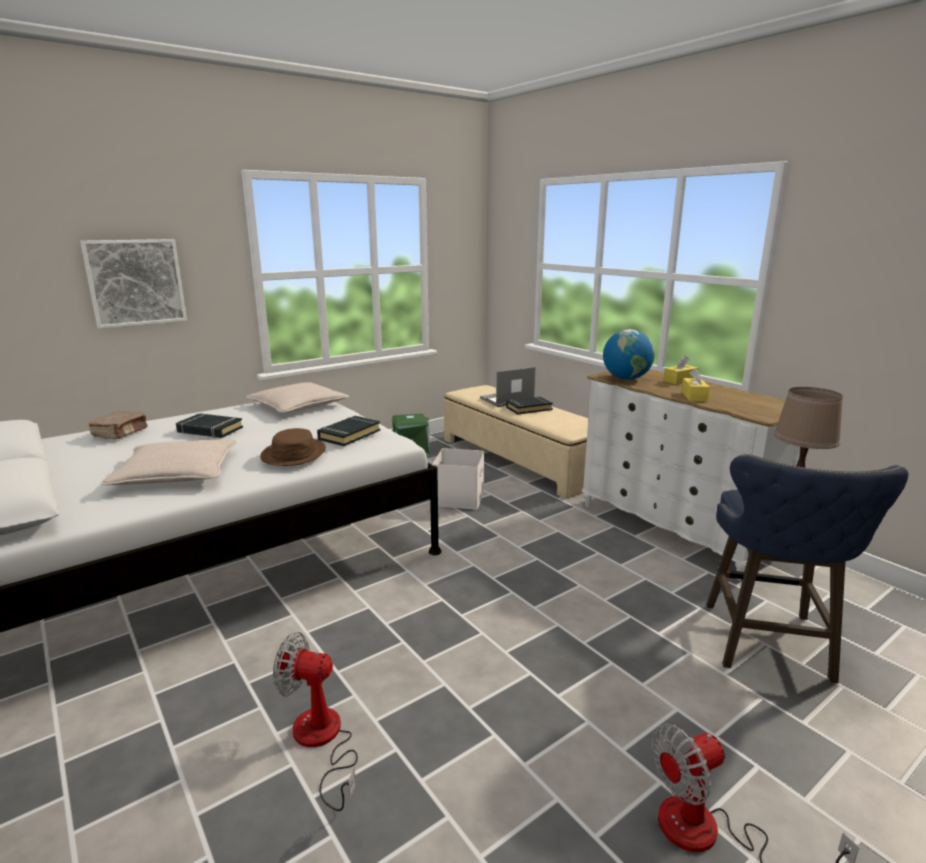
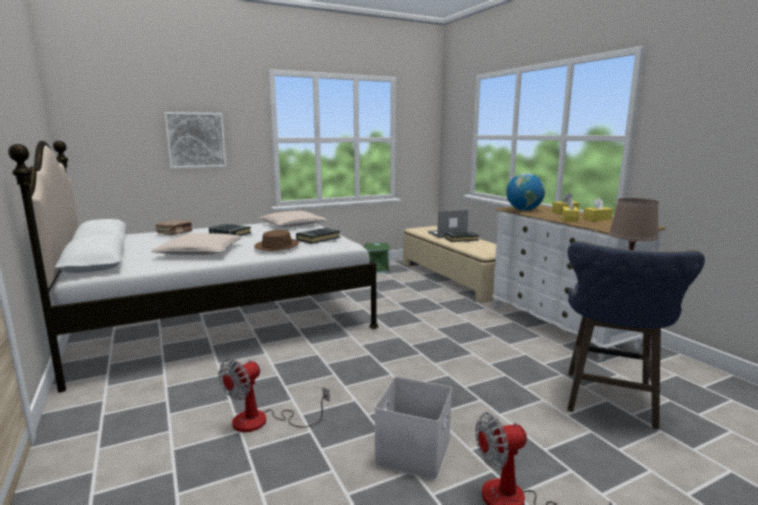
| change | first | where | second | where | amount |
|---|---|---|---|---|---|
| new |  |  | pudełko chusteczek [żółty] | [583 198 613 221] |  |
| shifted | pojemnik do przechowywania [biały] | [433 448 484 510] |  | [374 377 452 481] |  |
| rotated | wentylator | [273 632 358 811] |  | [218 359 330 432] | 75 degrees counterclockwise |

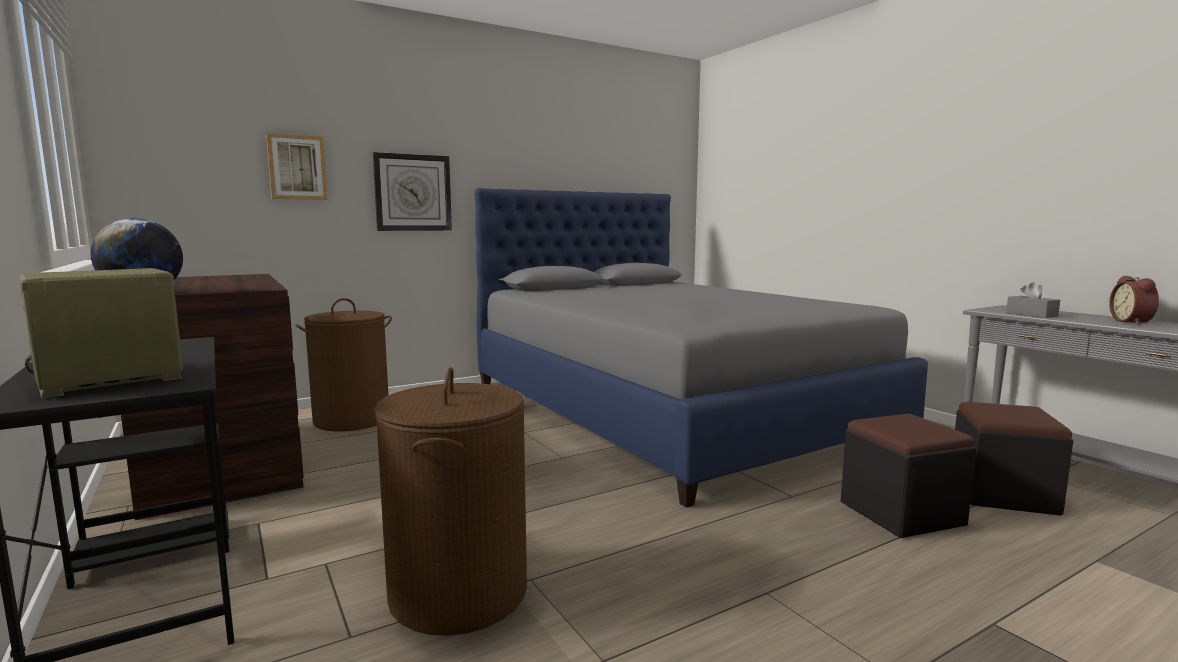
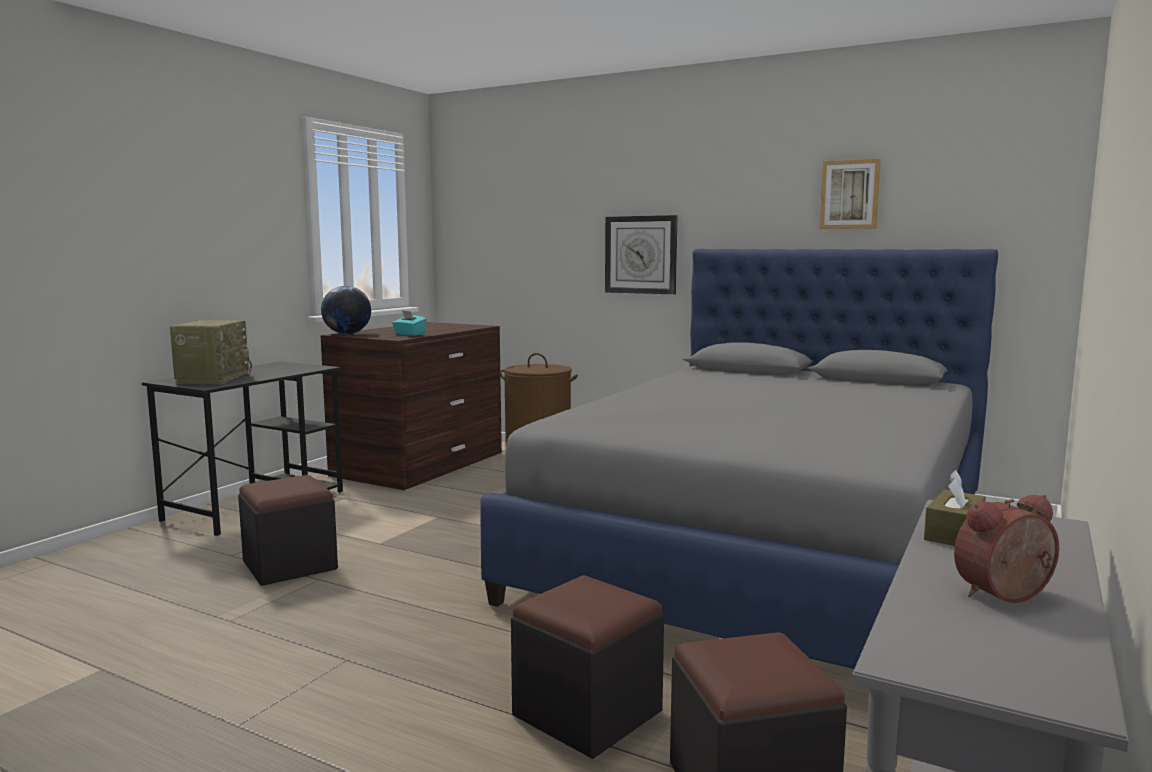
| change | first | where | second | where | amount |
|---|---|---|---|---|---|
| new |  |  | pudełko chusteczek [turkusowy] | [392 311 427 336] |  |
| shifted | obraz | [266 133 328 200] |  | [819 159 881 229] |  |
| swapped | kosz na pranie [brązowy] | [374 367 527 636] | pufa [czarny] | [238 475 338 586] |  |
| repainted | pudełko chusteczek [szary] | [1006 282 1060 318] | pudełko chusteczek [brązowy] | [924 470 986 546] |  |
| rotated | radio | [19 268 183 399] |  | [170 320 252 384] | 75 degrees clockwise |

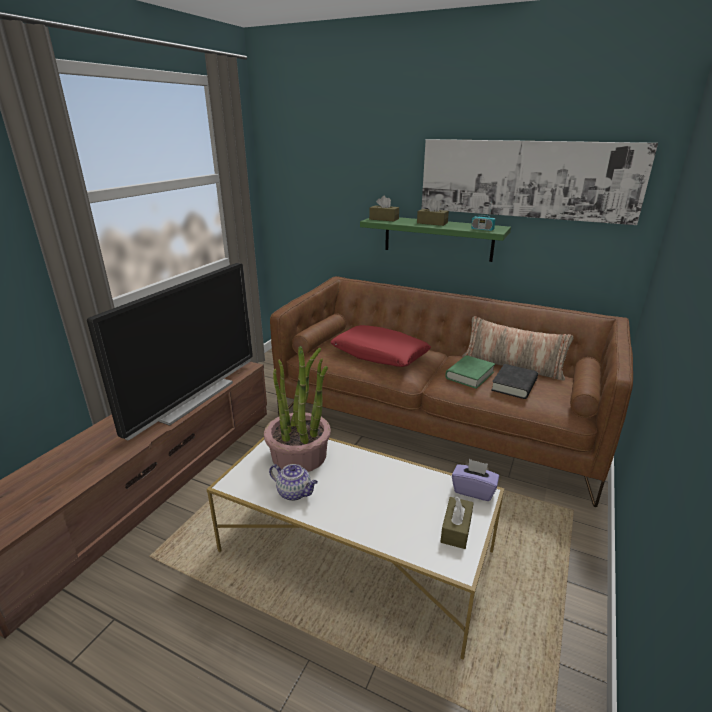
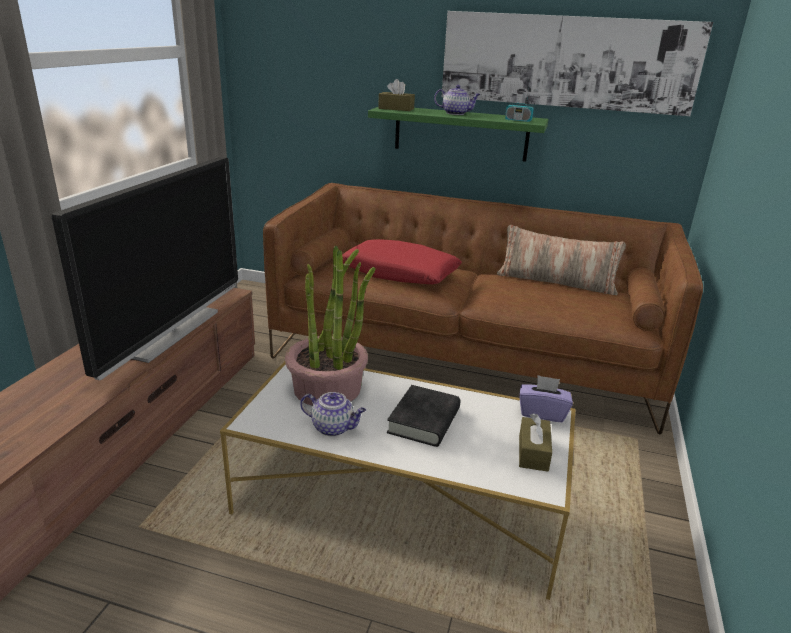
| change | first | where | second | where | amount |
|---|---|---|---|---|---|
| gone | książka [zielony] | [445 355 495 389] |  |  |  |
| shifted | książka [czarny] | [491 364 538 399] |  | [387 385 460 447] |  |
| swapped | pudełko chusteczek [brązowy] | [417 199 449 226] | imbryk | [434 85 481 115] |  |

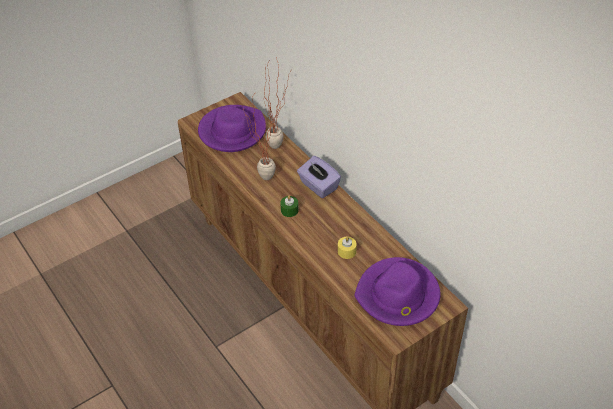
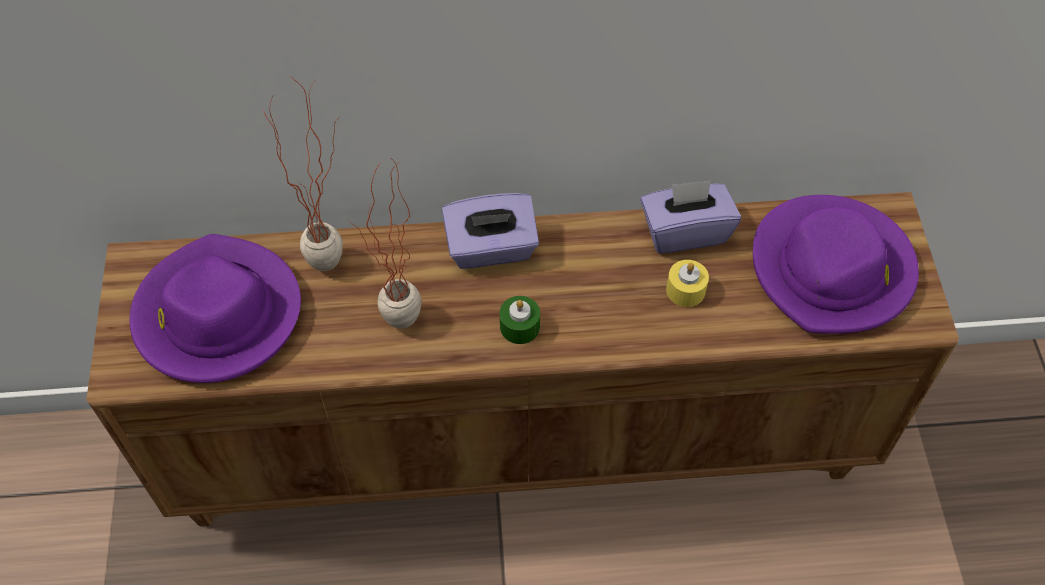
| change | first | where | second | where | amount |
|---|---|---|---|---|---|
| new |  |  | pudełko chusteczek [fioletowy] | [640 180 741 254] |  |

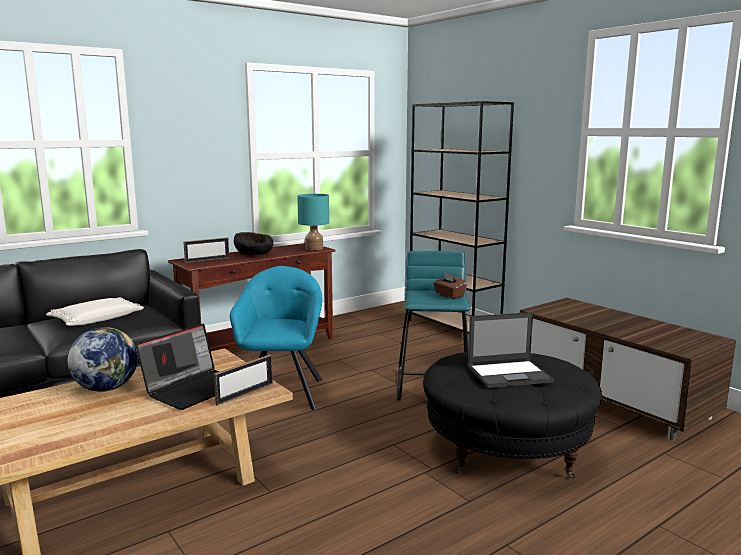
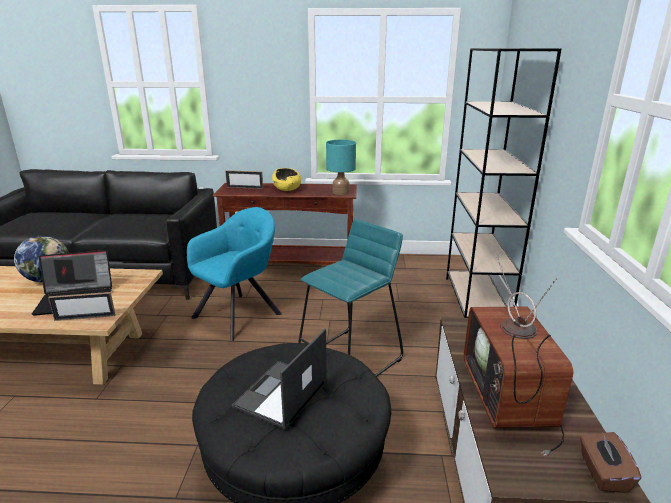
| change | first | where | second | where | amount |
|---|---|---|---|---|---|
| gone | poduszka [biały] | [46 297 144 326] |  |  |  |
| new |  |  | telewizor | [464 257 573 456] |  |
| shifted | pudełko chusteczek [brązowy] | [433 272 467 299] |  | [580 432 641 493] |  |
| repainted | miska [czarny] | [234 232 273 255] | miska [żółty] | [272 168 301 191] |  |
| rotated | laptop | [468 312 554 388] |  | [232 328 327 430] | 90 degrees clockwise |

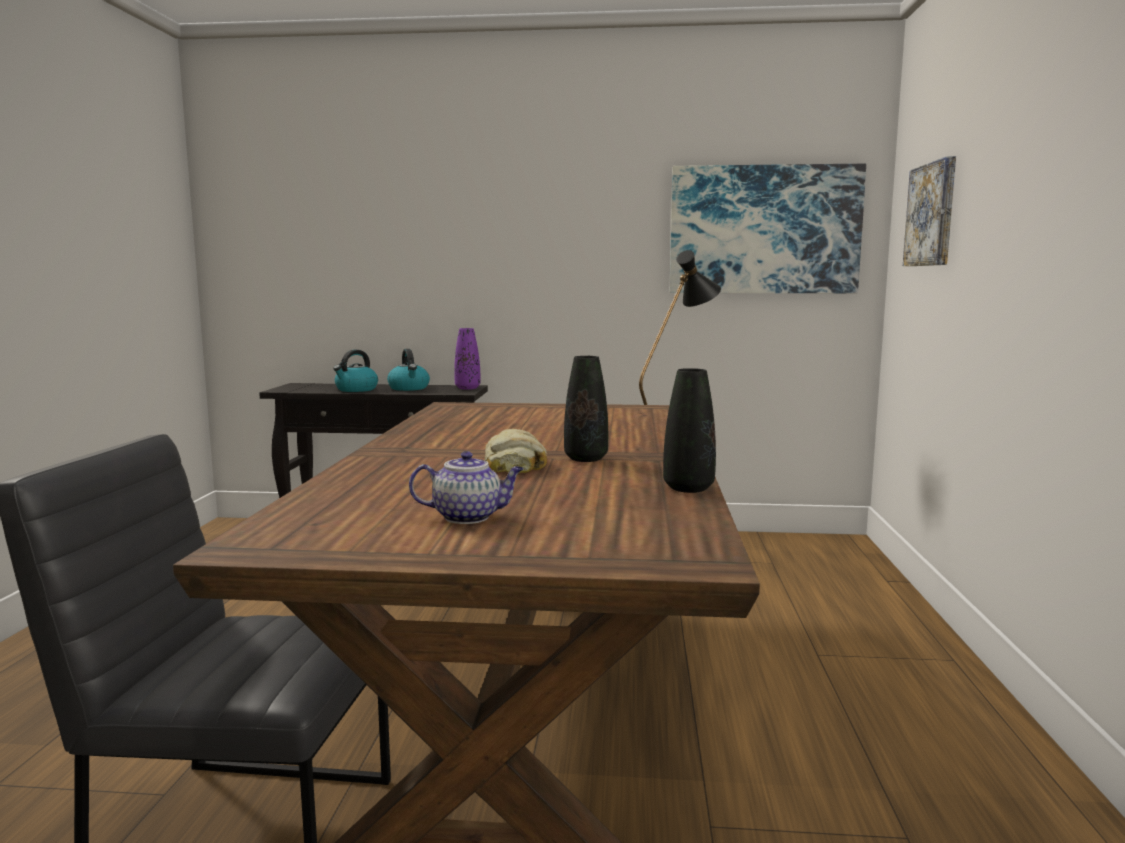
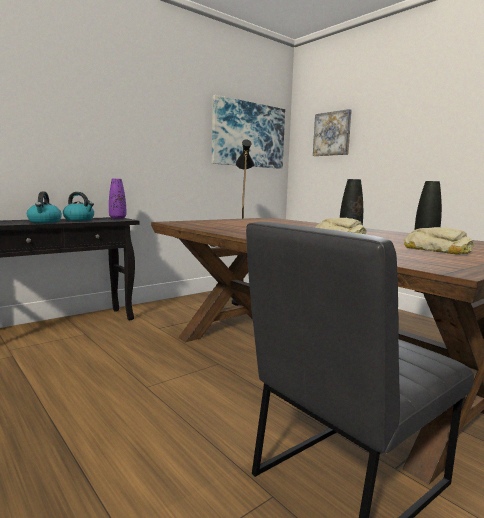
| change | first | where | second | where | amount |
|---|---|---|---|---|---|
| swapped | imbryk | [409 451 524 524] | chleb | [404 227 474 255] |  |

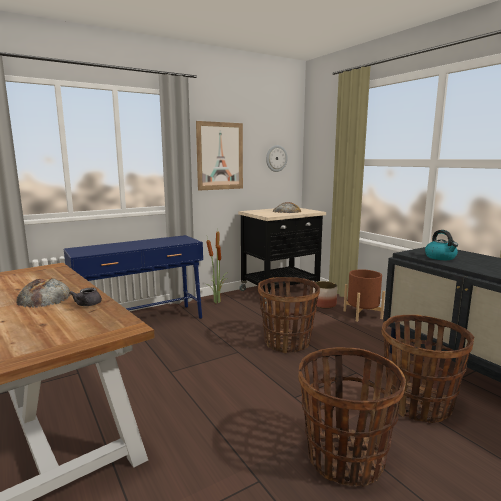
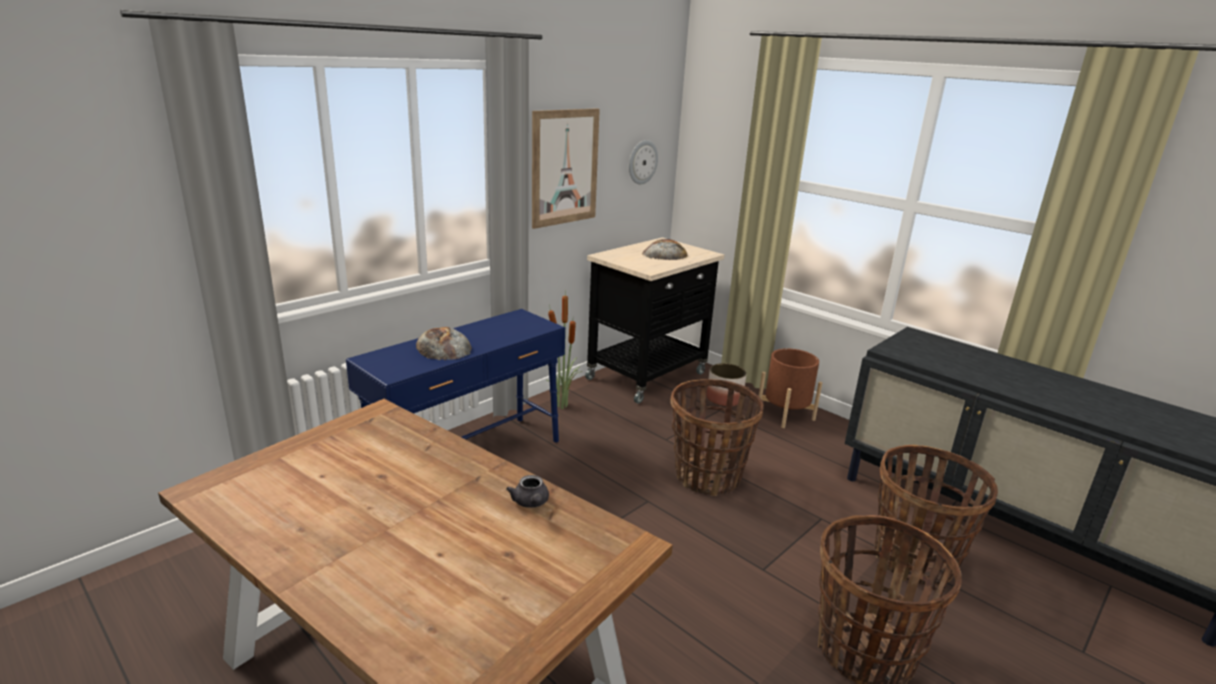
| change | first | where | second | where | amount |
|---|---|---|---|---|---|
| gone | czajnik | [425 230 458 260] |  |  |  |
| shifted | chleb | [16 278 71 308] |  | [416 327 472 360] |  |

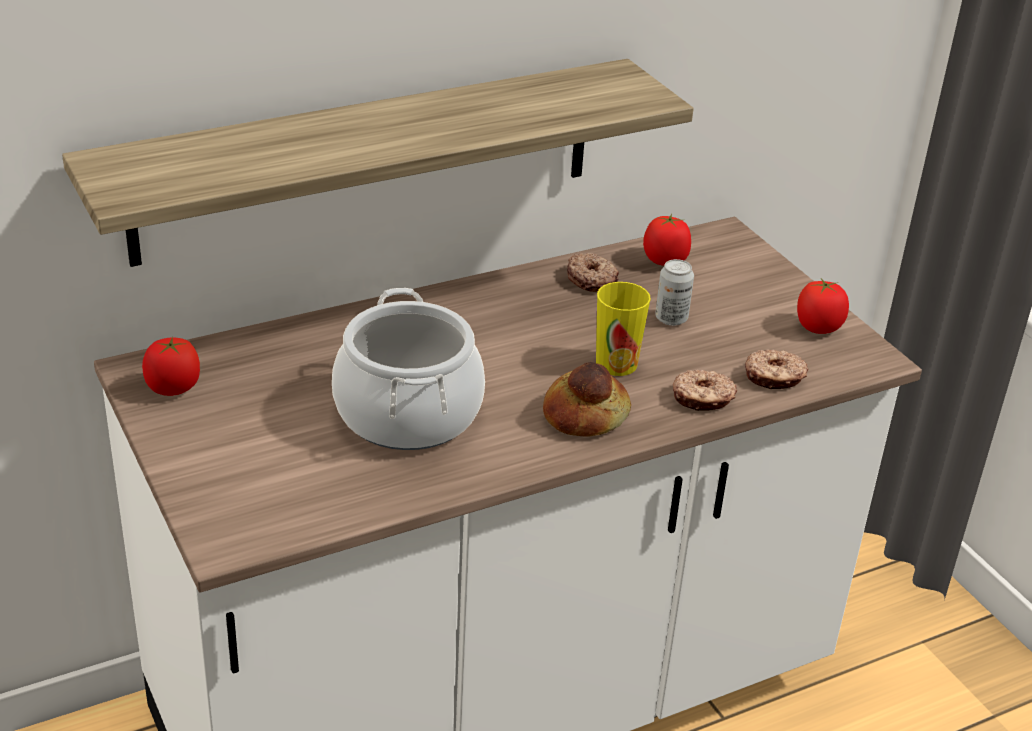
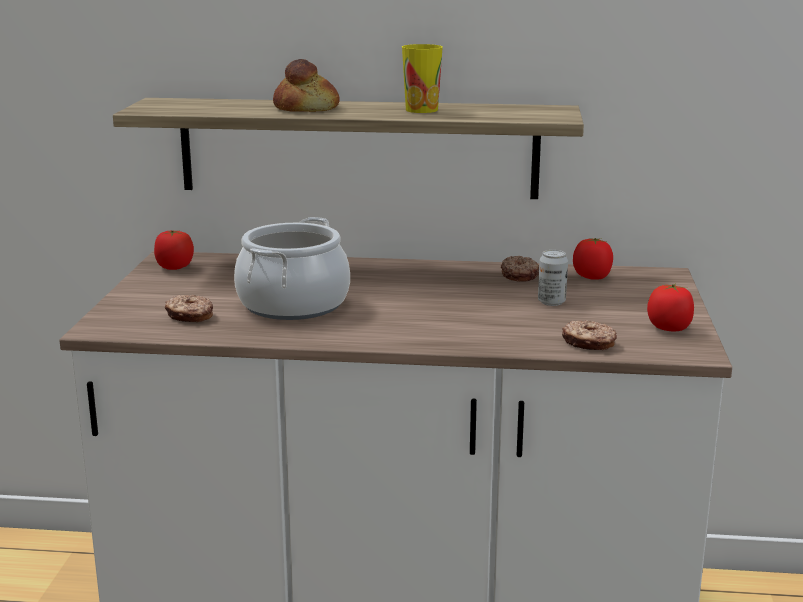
| change | first | where | second | where | amount |
|---|---|---|---|---|---|
| shifted | chleb | [543 362 631 436] |  | [273 59 340 112] |  |
| shifted | filiżanka | [596 282 651 376] |  | [402 44 443 113] |  |
| shifted | donut | [673 370 737 411] |  | [165 295 213 322] |  |

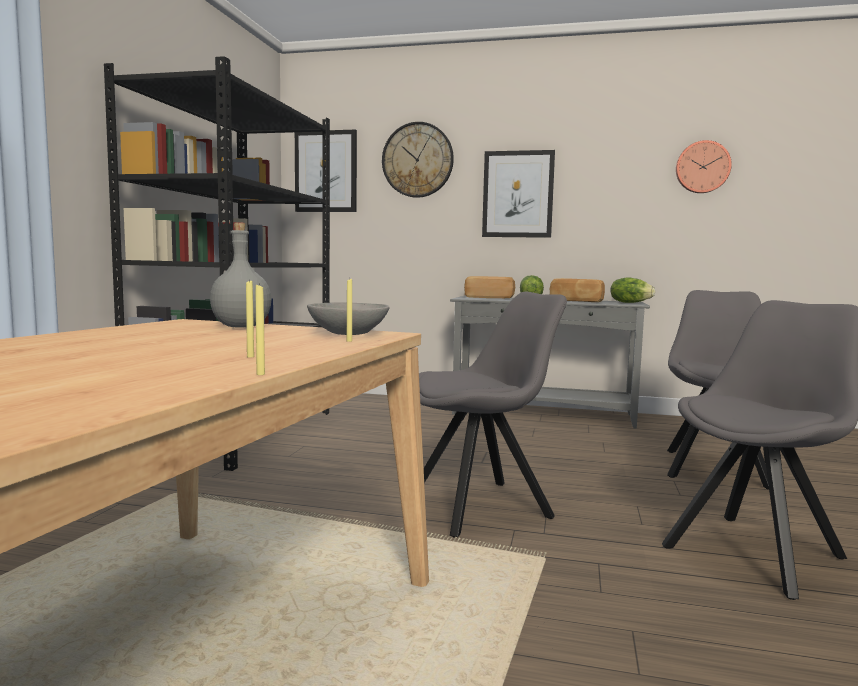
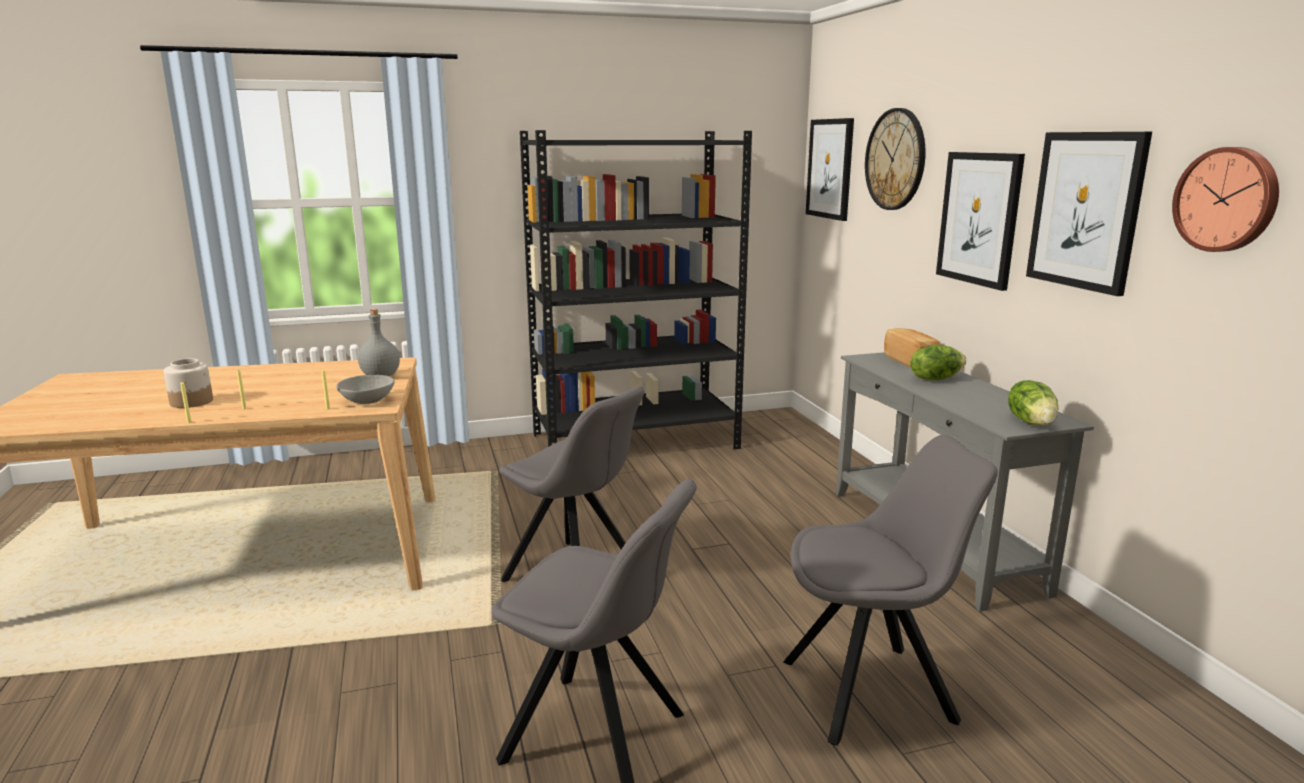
| change | first | where | second | where | amount |
|---|---|---|---|---|---|
| gone | chleb | [550 278 605 302] |  |  |  |
| new |  |  | słoik | [164 359 213 408] |  |
| new |  |  | obraz | [1026 132 1152 296] |  |

